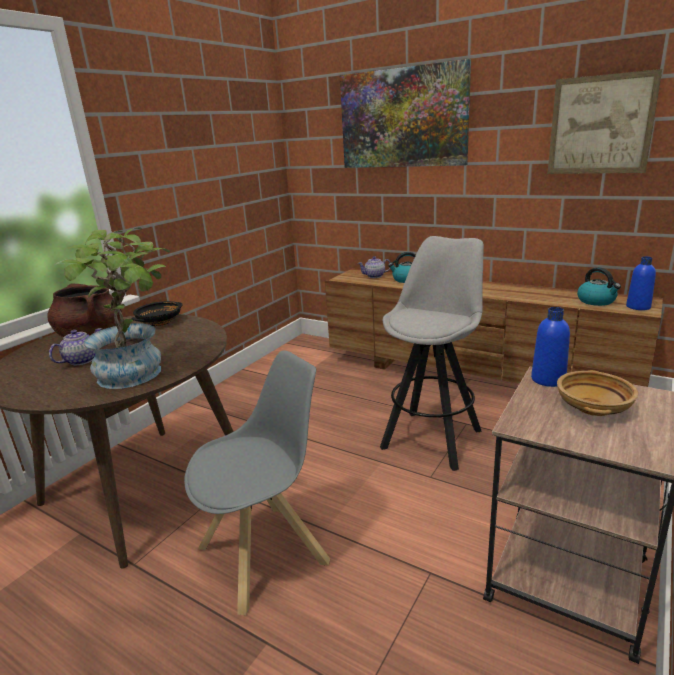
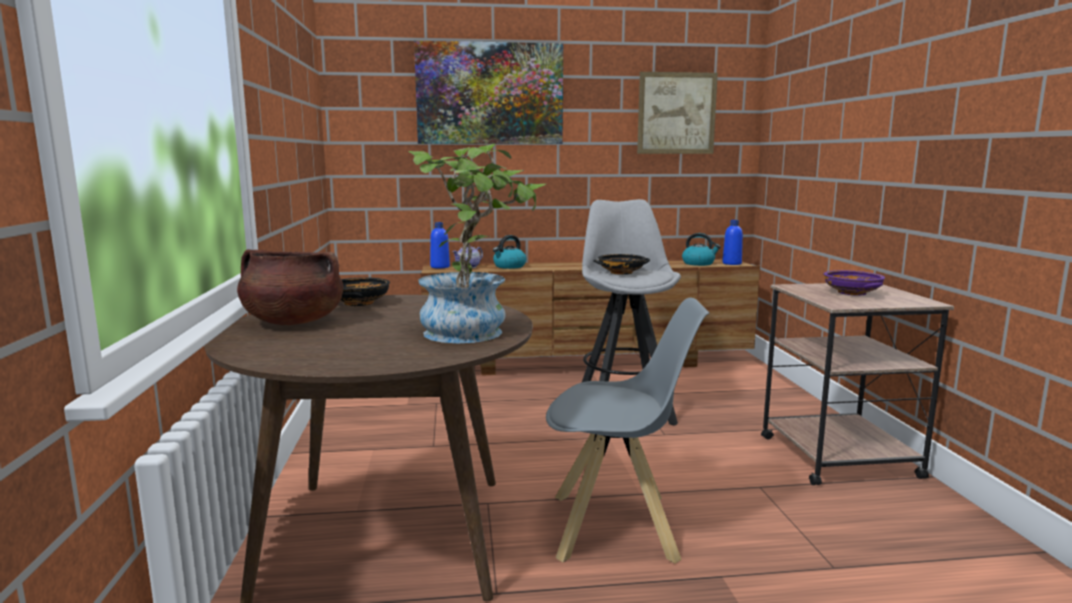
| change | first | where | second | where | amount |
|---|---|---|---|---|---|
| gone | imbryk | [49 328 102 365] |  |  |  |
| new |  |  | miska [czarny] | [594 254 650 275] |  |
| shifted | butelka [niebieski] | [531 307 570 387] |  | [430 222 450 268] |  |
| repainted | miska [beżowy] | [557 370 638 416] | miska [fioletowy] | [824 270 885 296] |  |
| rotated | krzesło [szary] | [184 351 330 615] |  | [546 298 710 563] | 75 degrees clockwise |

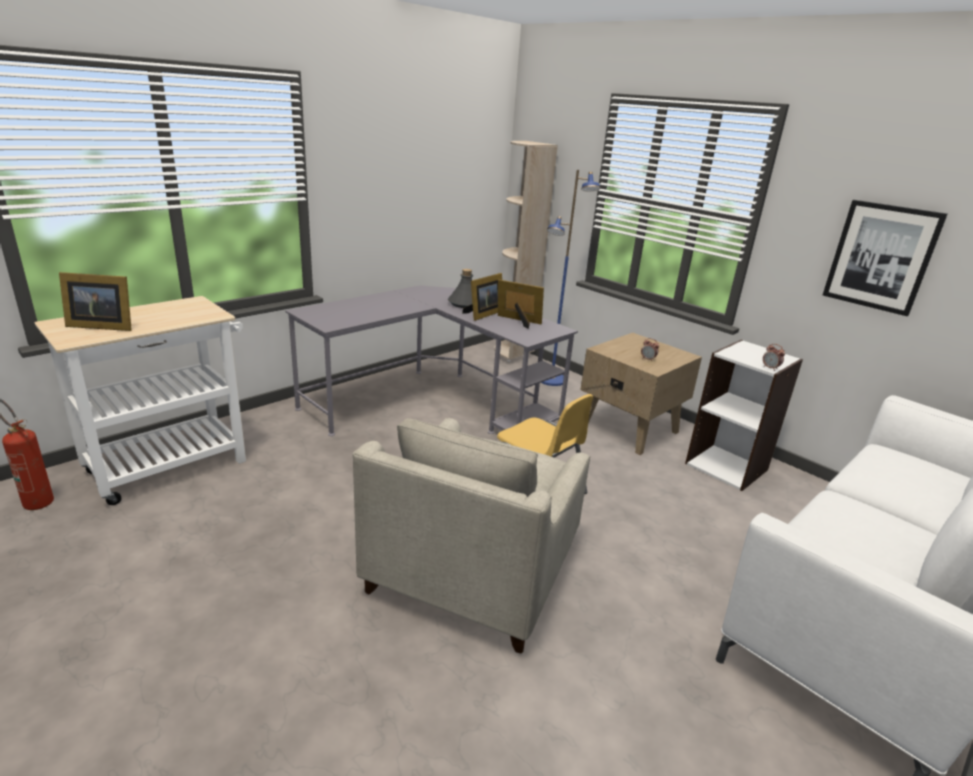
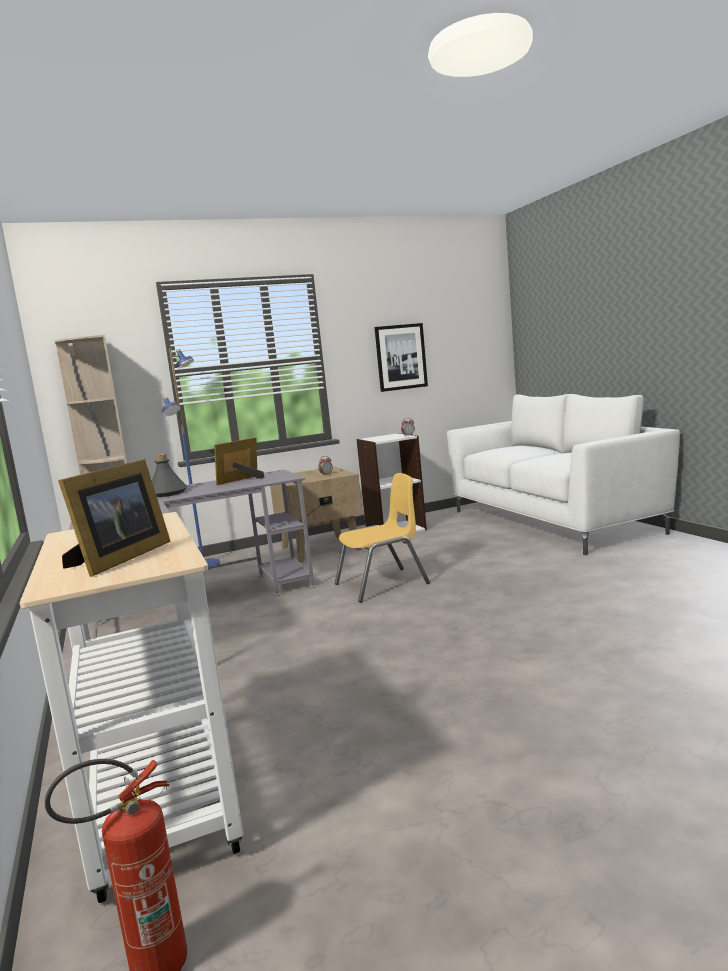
| change | first | where | second | where | amount |
|---|---|---|---|---|---|
| gone | fotel [beżowy] | [353 418 590 653] |  |  |  |
| gone | ramka na zdjęcie | [462 273 502 321] |  |  |  |

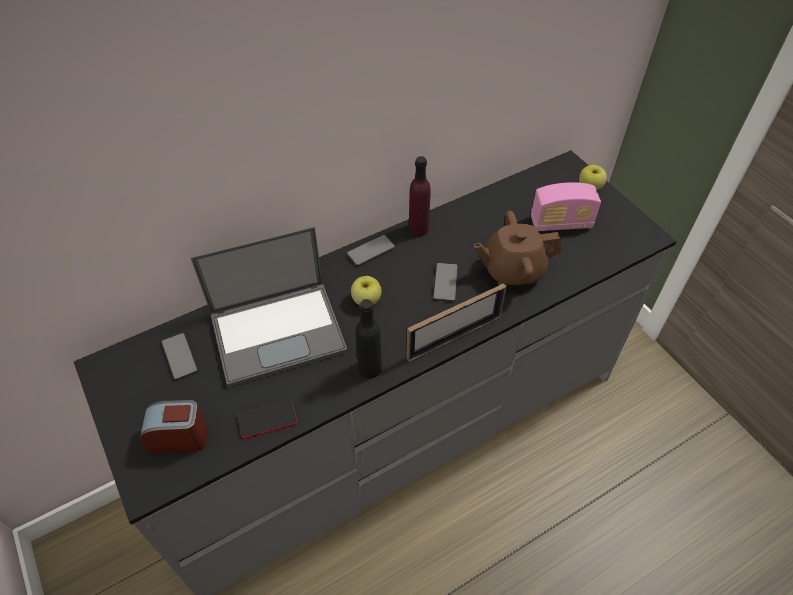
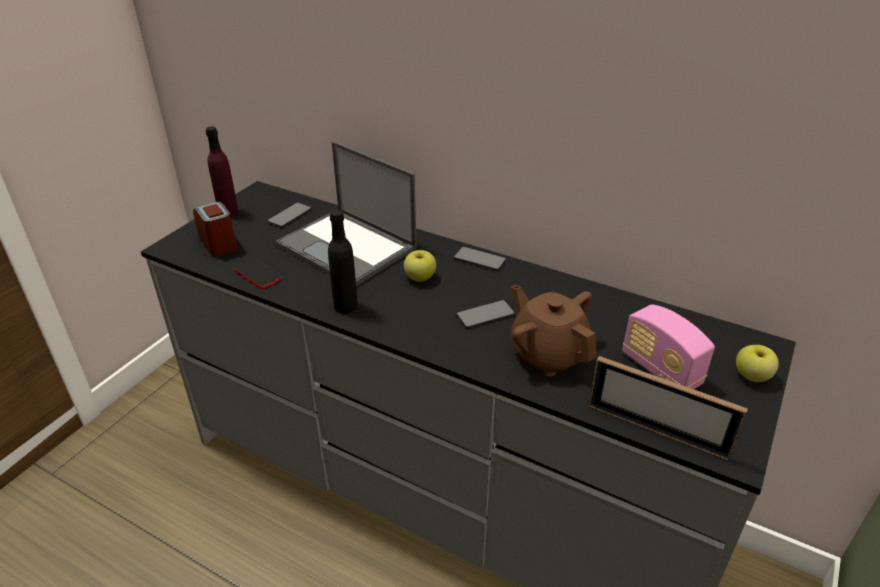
| change | first | where | second | where | amount |
|---|---|---|---|---|---|
| shifted | ramka na zdjęcie | [407 283 507 362] |  | [588 356 748 461] |  |
| shifted | butelka [fioletowy] | [409 156 430 237] |  | [206 126 238 216] |  |

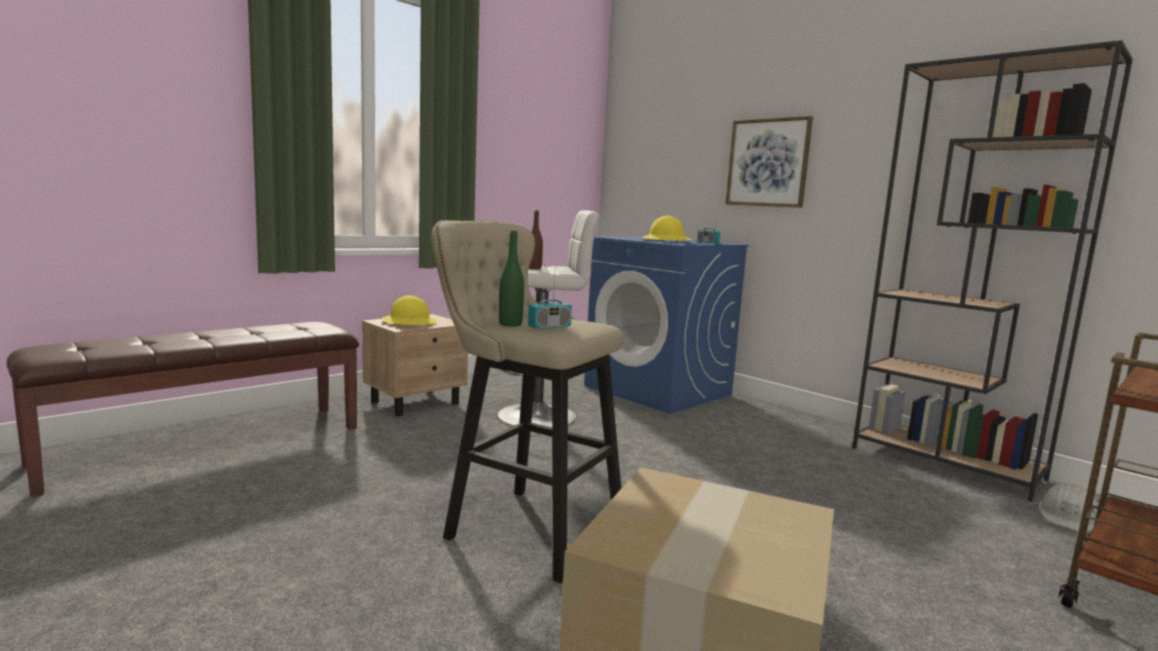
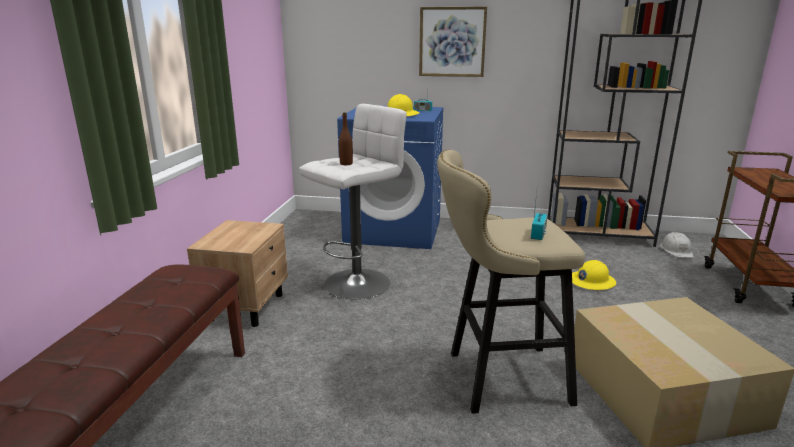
| change | first | where | second | where | amount |
|---|---|---|---|---|---|
| gone | butelka [zielony] | [499 230 524 326] |  |  |  |
| shifted | kask [żółty] | [381 295 438 325] |  | [572 260 616 290] |  |

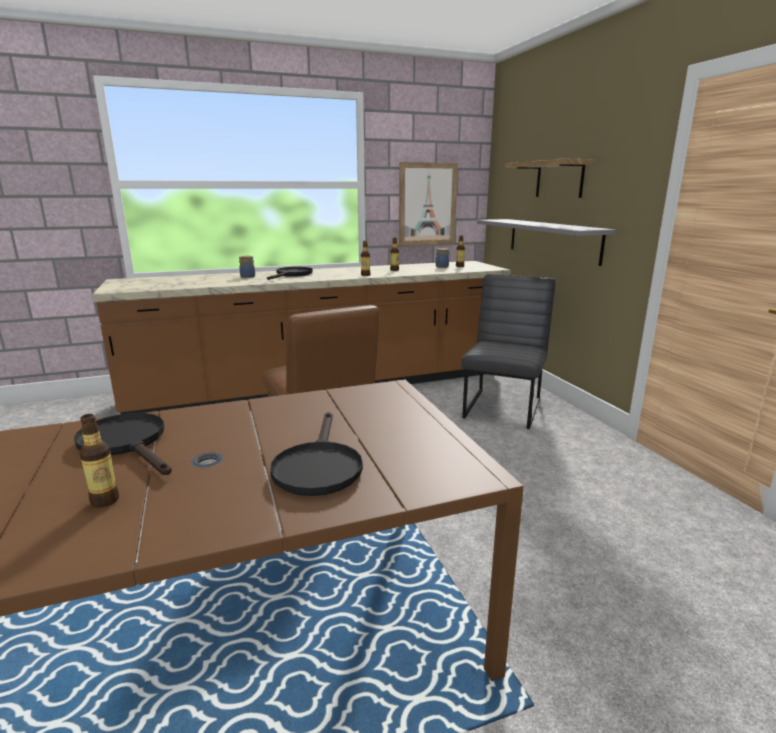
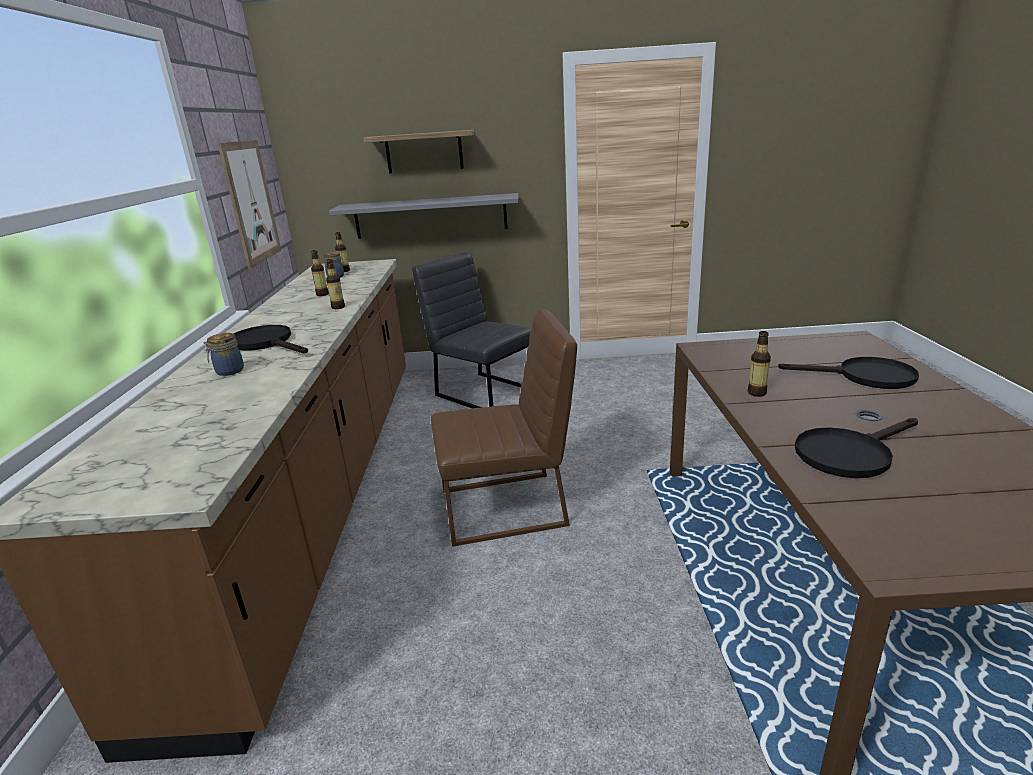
| change | first | where | second | where | amount |
|---|---|---|---|---|---|
| shifted | butelka | [79 414 119 508] |  | [747 331 771 397] |  |

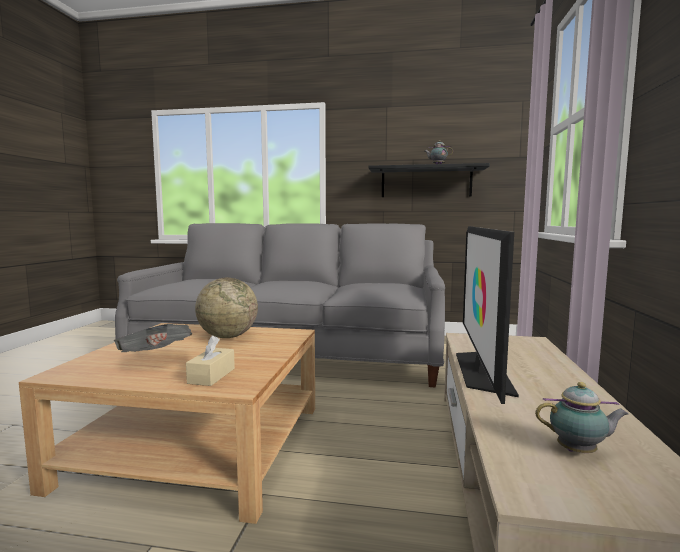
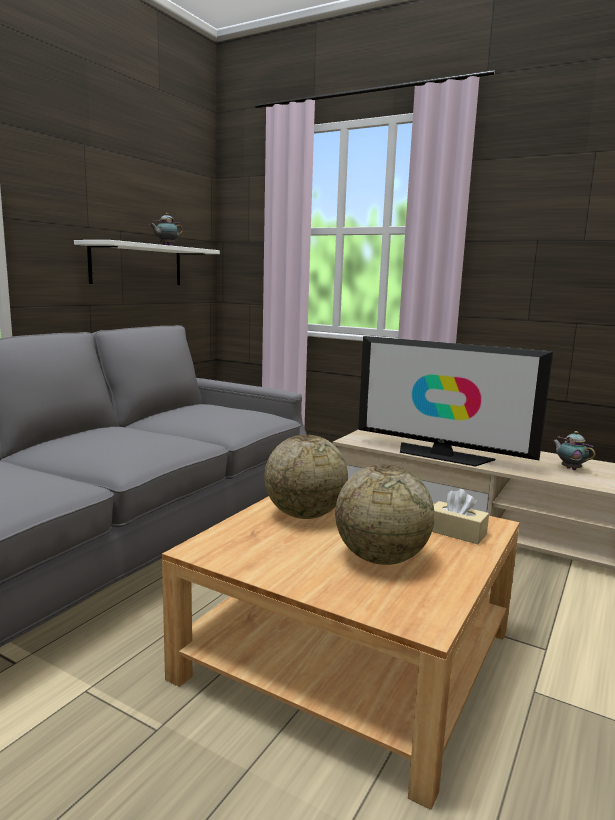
| change | first | where | second | where | amount |
|---|---|---|---|---|---|
| swapped | gazeta | [113 324 192 352] | globus | [335 464 435 565] |  |
| repainted | półka [czarny] | [368 163 490 197] | półka [biały] | [74 240 220 285] |  |
| rotated | imbryk | [535 382 629 453] |  | [552 431 596 470] | 60 degrees counterclockwise |

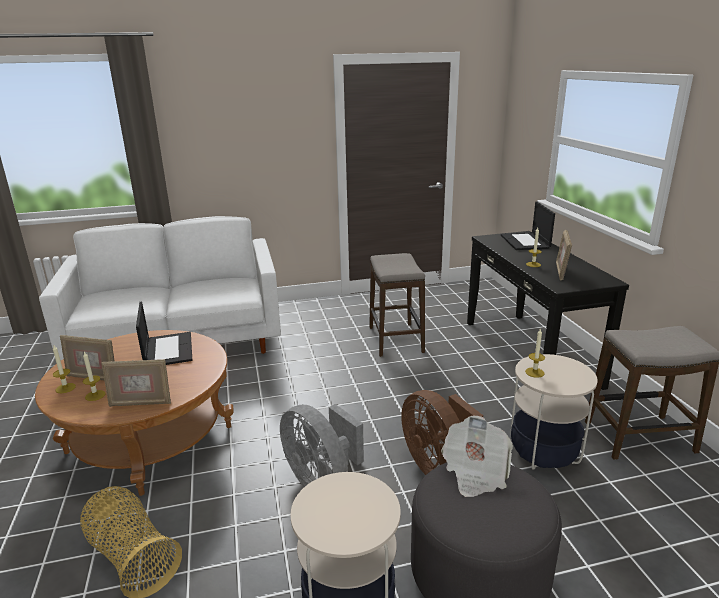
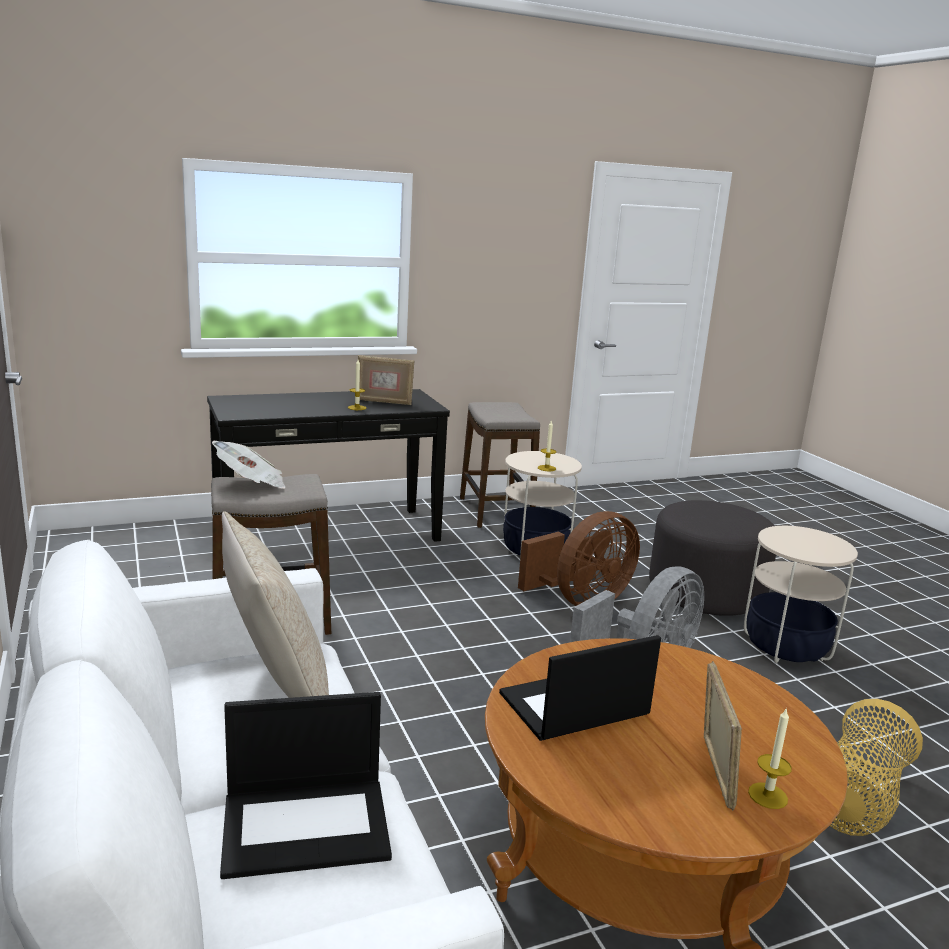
| change | first | where | second | where | amount |
|---|---|---|---|---|---|
| gone | świeca | [83 351 106 401] |  |  |  |
| gone | ramka na zdjęcie | [101 359 171 407] |  |  |  |
| new |  |  | poduszka [beżowy] | [222 511 329 698] |  |
| shifted | gazeta | [441 416 513 497] |  | [212 441 286 489] |  |
| shifted | laptop | [501 202 555 250] |  | [220 692 392 879] |  |

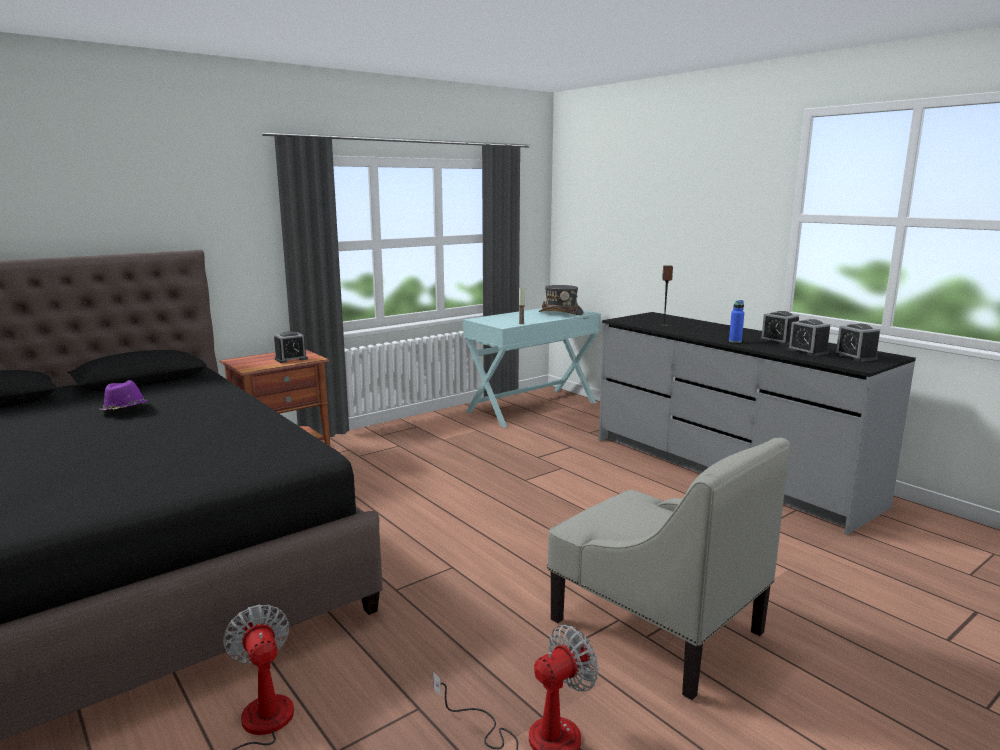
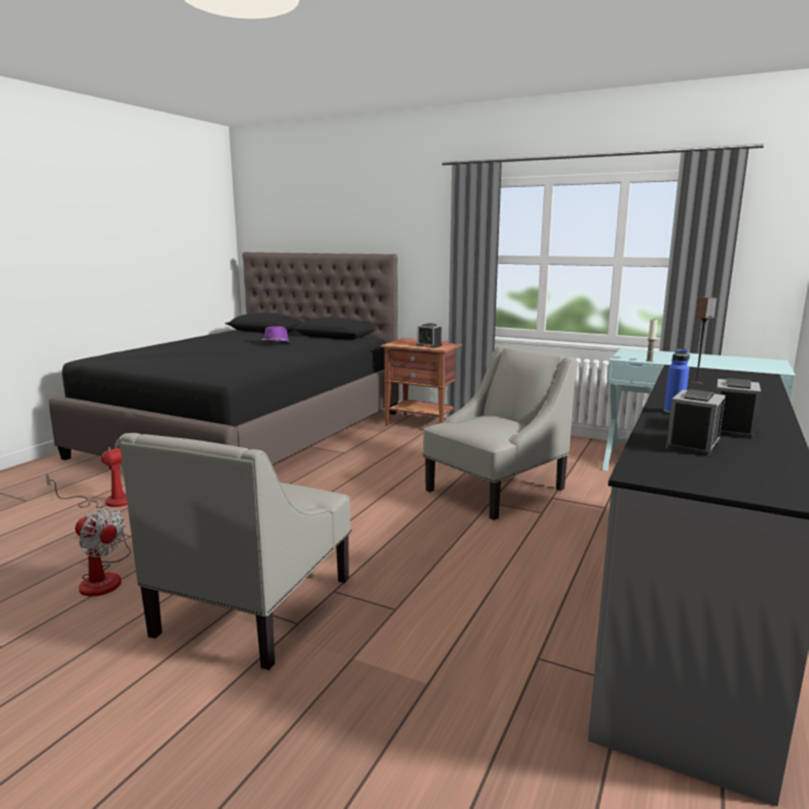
| change | first | where | second | where | amount |
|---|---|---|---|---|---|
| gone | kapelusz [szary] | [539 285 583 315] |  |  |  |
| gone | budzik | [834 324 880 362] |  |  |  |
| new |  |  | fotel [szary] | [423 346 576 520] |  |

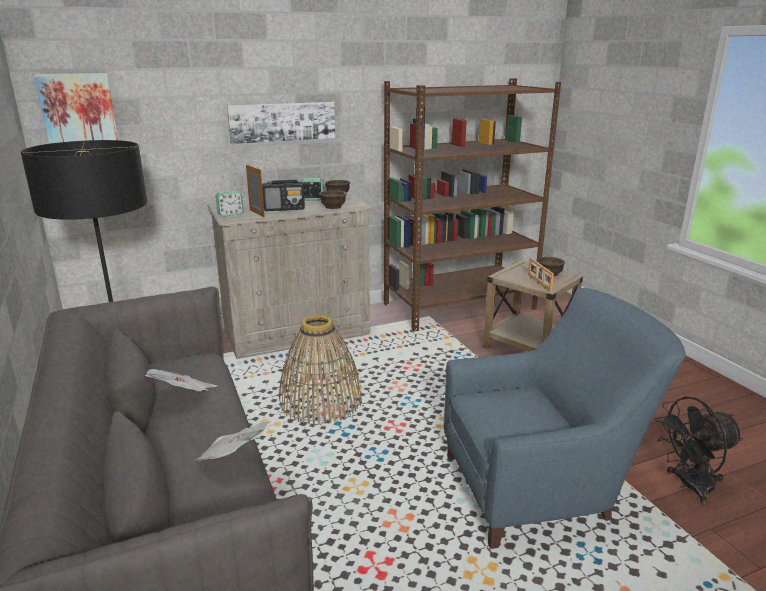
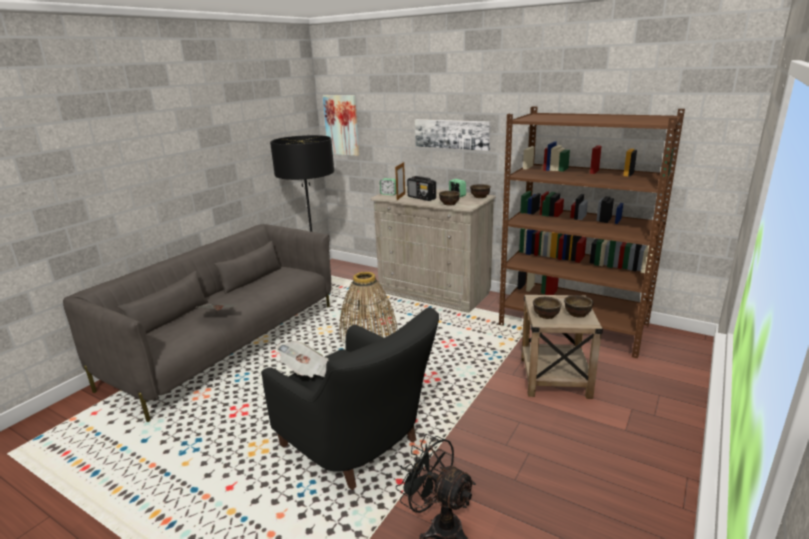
| change | first | where | second | where | amount |
|---|---|---|---|---|---|
| shifted | gazeta | [145 369 217 392] |  | [277 342 329 378] |  |
| swapped | ramka na zdjęcie | [528 258 554 292] | miska [brązowy] | [533 297 562 319] |  |
| repainted | fotel [niebieski] | [444 288 686 549] | fotel [czarny] | [261 308 439 490] |  |

